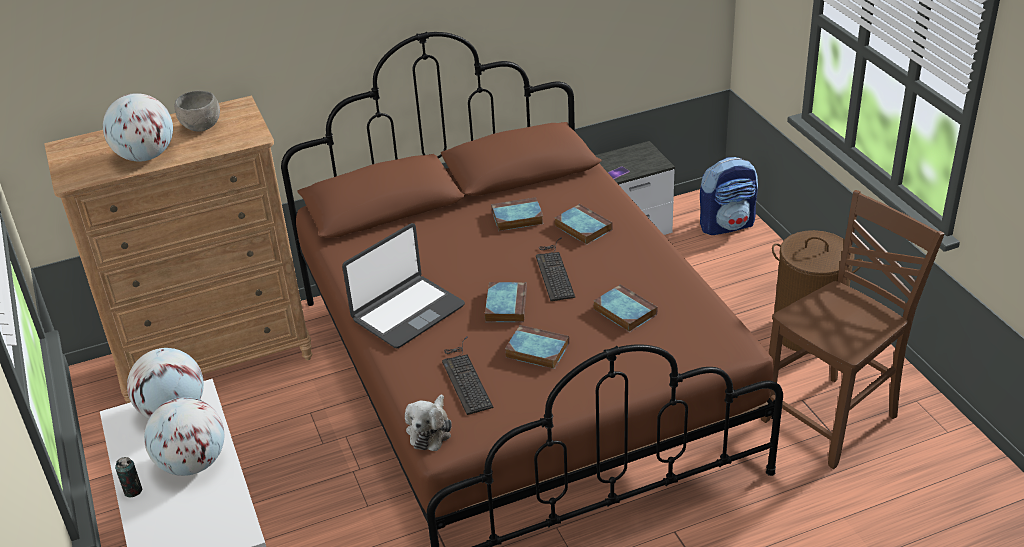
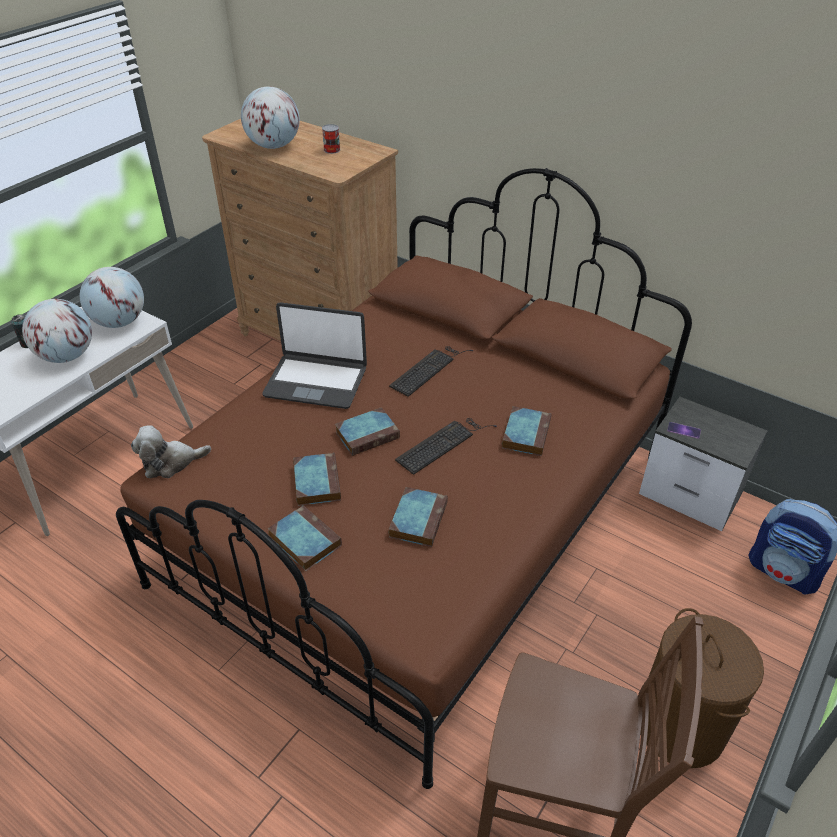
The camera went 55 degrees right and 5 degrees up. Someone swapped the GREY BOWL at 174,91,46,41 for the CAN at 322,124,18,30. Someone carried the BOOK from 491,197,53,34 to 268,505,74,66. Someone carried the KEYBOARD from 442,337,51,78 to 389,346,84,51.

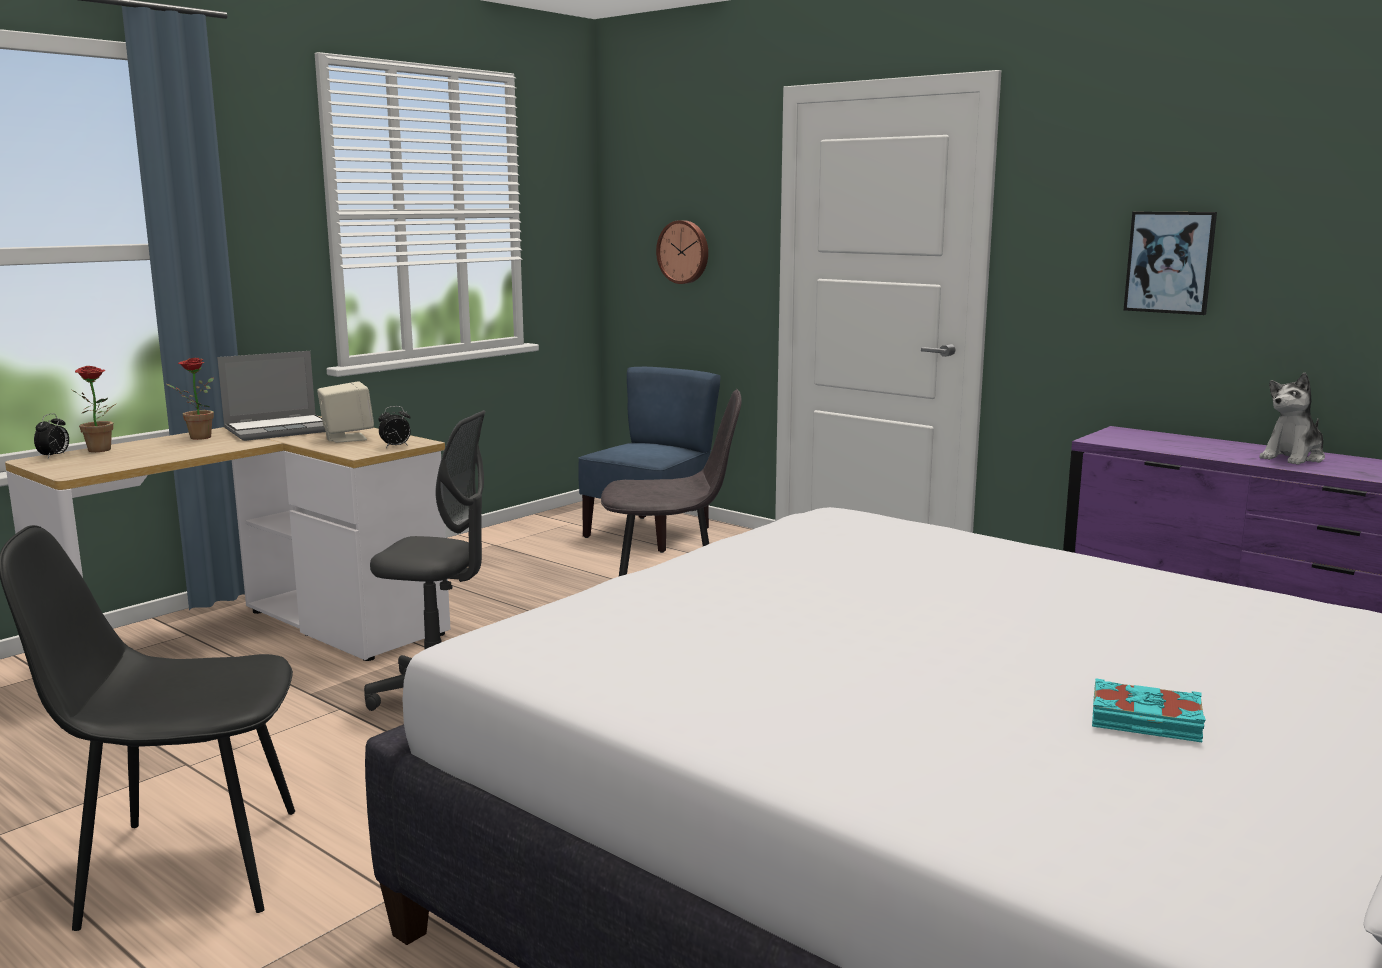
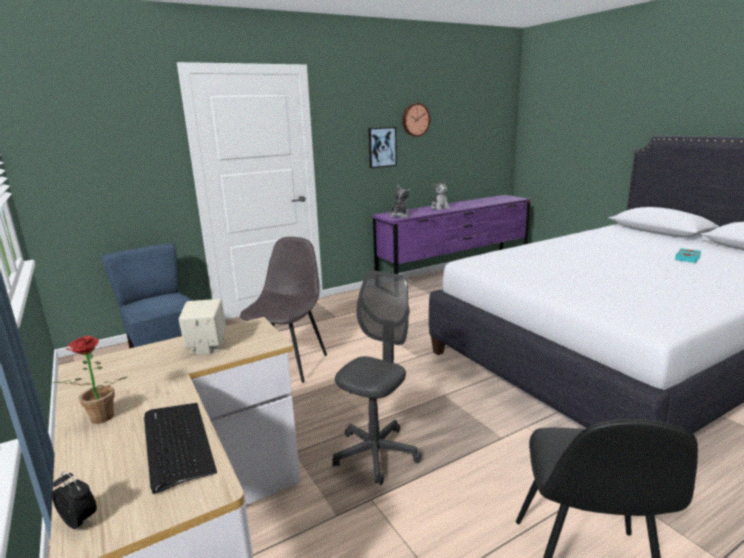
The camera went 70 degrees left and 5 degrees up. Someone carried the WALL CLOCK from 656,220,52,64 to 402,103,28,34. Someone took away the LAPTOP at 217,351,109,90. Someone took away the POTTED PLANT at 72,366,44,86. Someone took away the ALARM CLOCK at 378,406,32,42. Someone put down the PLUSH TOY at 390,185,20,33. Someone put down the KEYBOARD at 144,403,73,91.

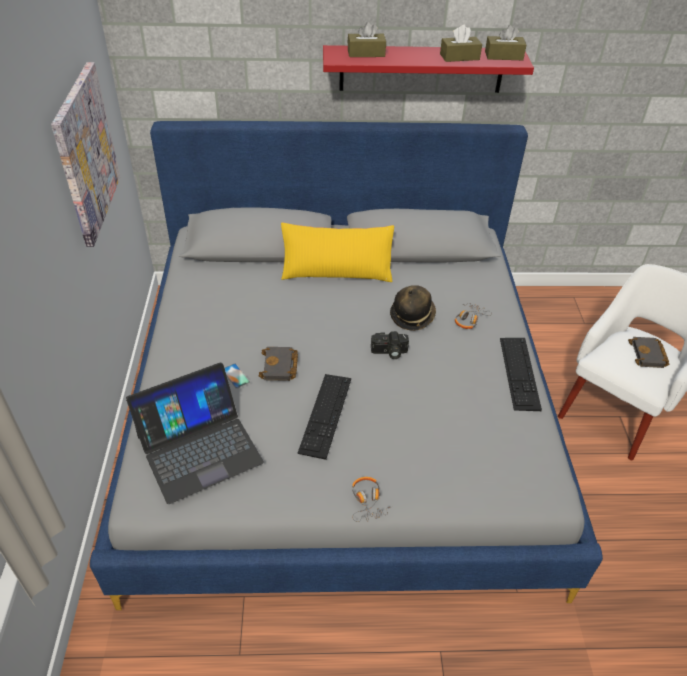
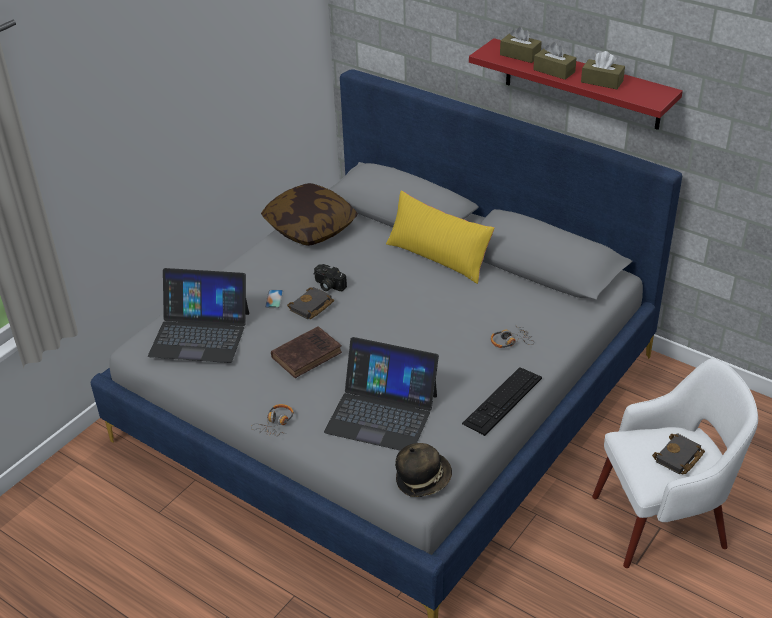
The camera went 40 degrees right and 5 degrees down. Someone carried the BROWN TISSUE BOX from 485,25,41,35 to 533,42,43,38. Someone took away the PICTURE at 51,62,69,185. Someone carried the HAT from 390,285,46,46 to 395,443,57,54. Someone carried the PHOTO CAMERA from 371,331,38,28 to 314,264,33,27. Someone swapped the KEYBOARD at 297,374,54,86 for the BROWN BOOK at 271,326,71,52. Someone put down the PILLOW at 261,183,97,63. Someone put down the LAPTOP at 324,337,115,114.

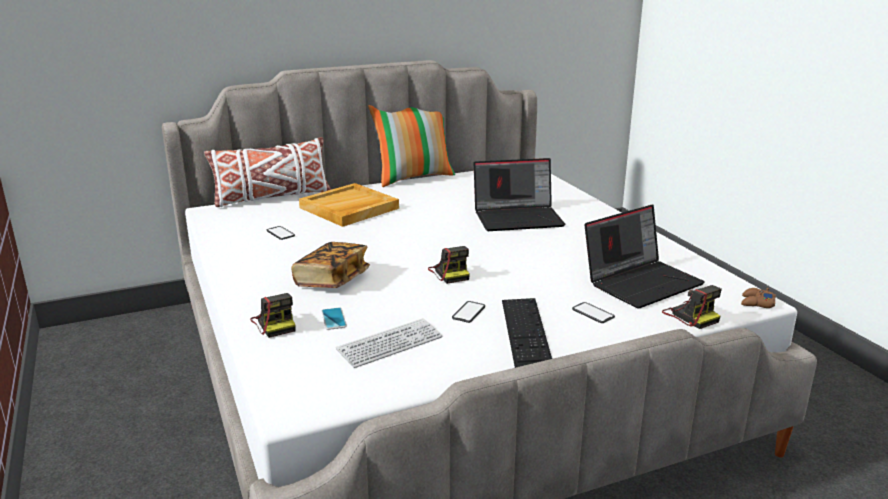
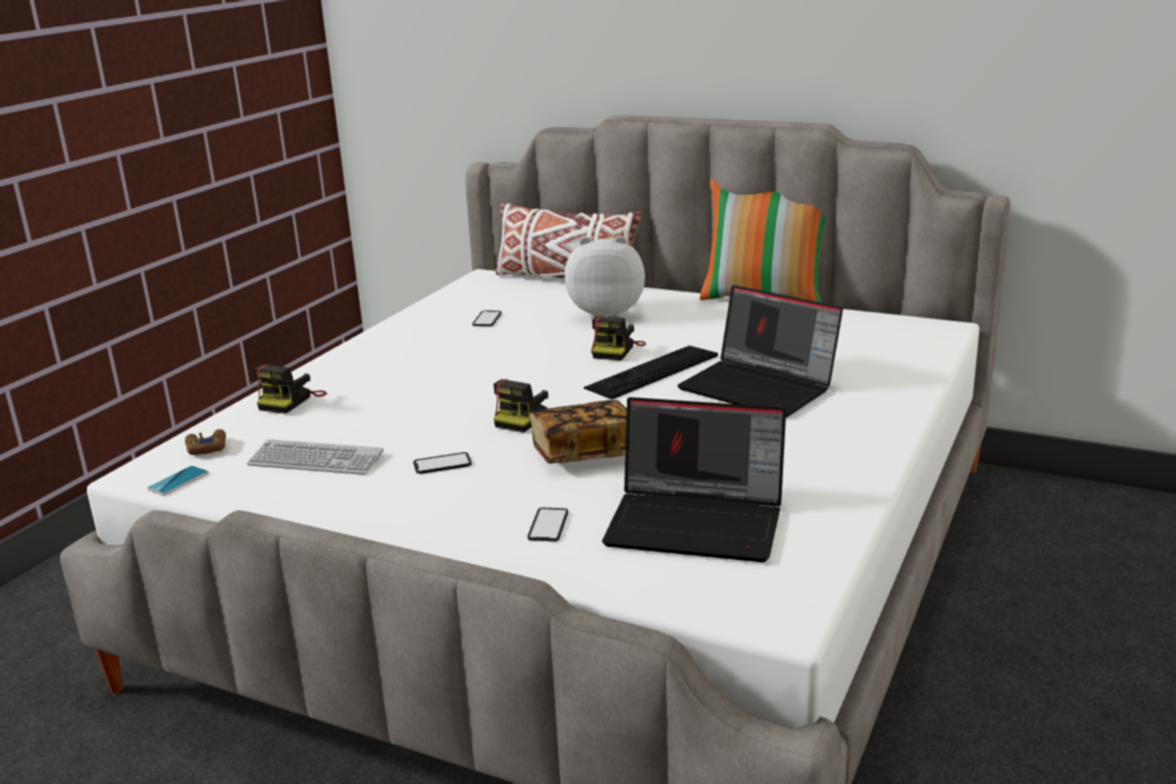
The camera went 50 degrees right and 0 degrees up. Someone swapped the BEIGE TRAY at 299,183,100,44 for the PLUSH TOY at 565,236,80,83. Someone carried the BOOK from 291,242,79,46 to 530,400,97,64. Someone carried the PHOTO CAMERA from 662,285,60,44 to 591,315,55,46. Someone carried the BROWN GAME CONTROLLER from 741,288,35,20 to 185,429,41,26. Someone carried the KEYBOARD from 502,298,50,70 to 584,346,134,54. Someone carried the PHONE from 321,307,26,23 to 147,466,62,30.

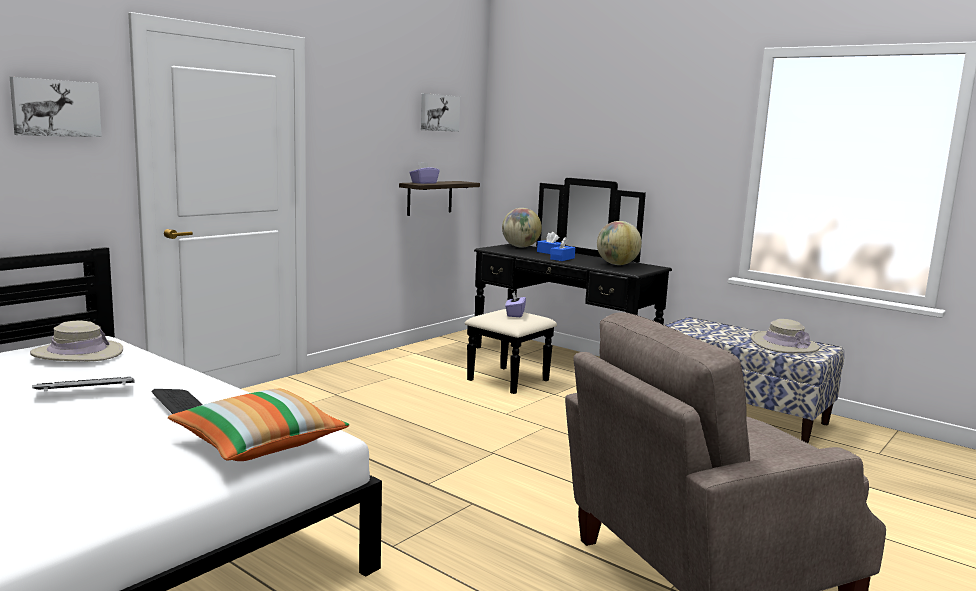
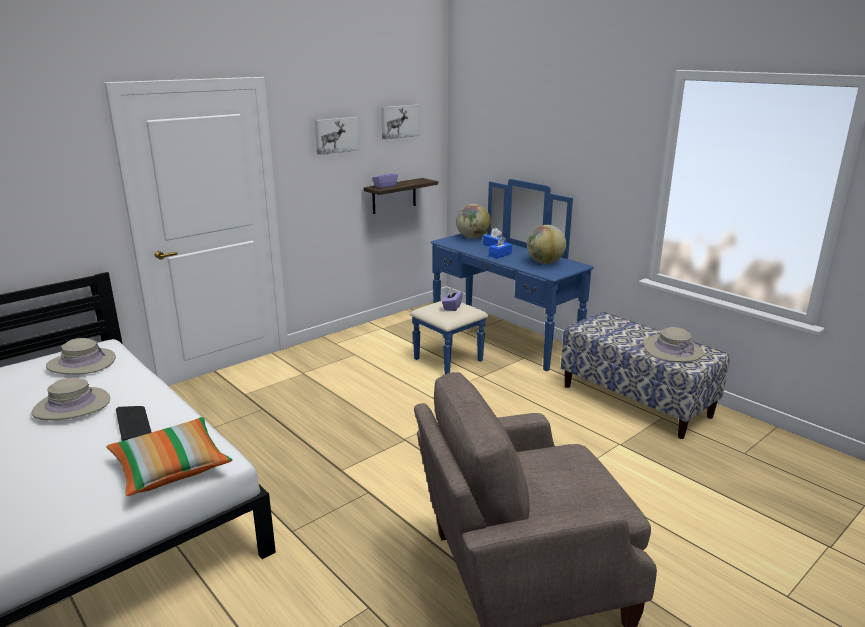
The camera went 10 degrees right and 10 degrees up. Someone carried the PICTURE from 10,77,92,60 to 315,117,44,38. Someone repainted the BLACK DRESSER at 465,178,207,216, which became the BLUE DRESSER at 410,179,184,195. Someone swapped the KEYBOARD at 32,377,103,14 for the BEIGE HAT at 31,377,79,43.

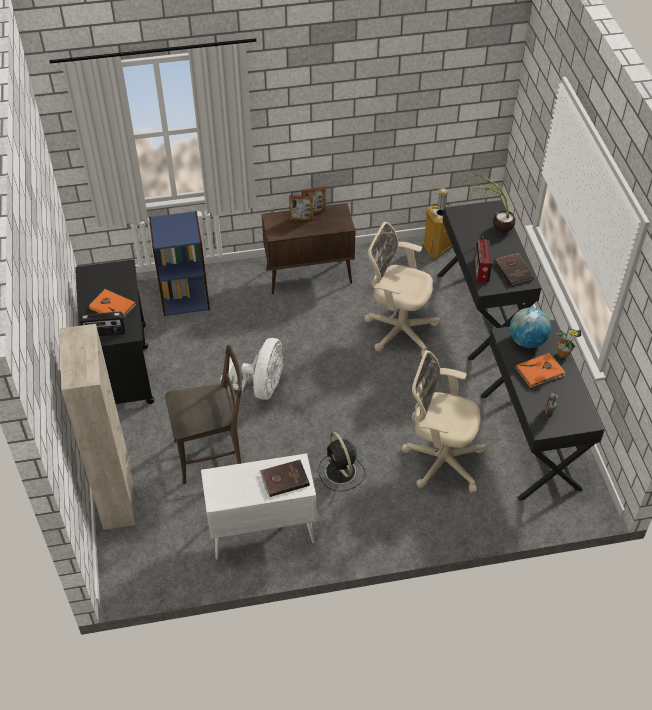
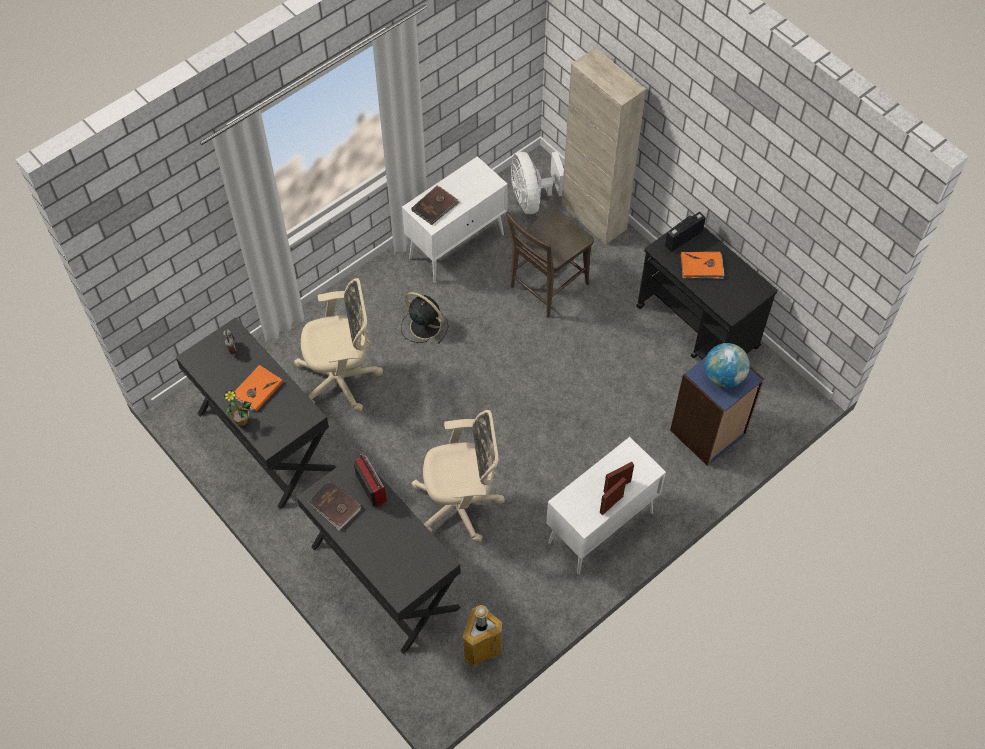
The camera went 150 degrees right and 10 degrees up. Someone took away the POTTED PLANT at 467,171,48,66. Someone repainted the BROWN CABINET at 262,203,94,92, which became the WHITE CABINET at 546,437,120,137. Someone carried the GLOBE from 510,307,41,41 to 705,343,45,45. Someone carried the WHITE FAN from 220,338,63,62 to 511,152,53,62.

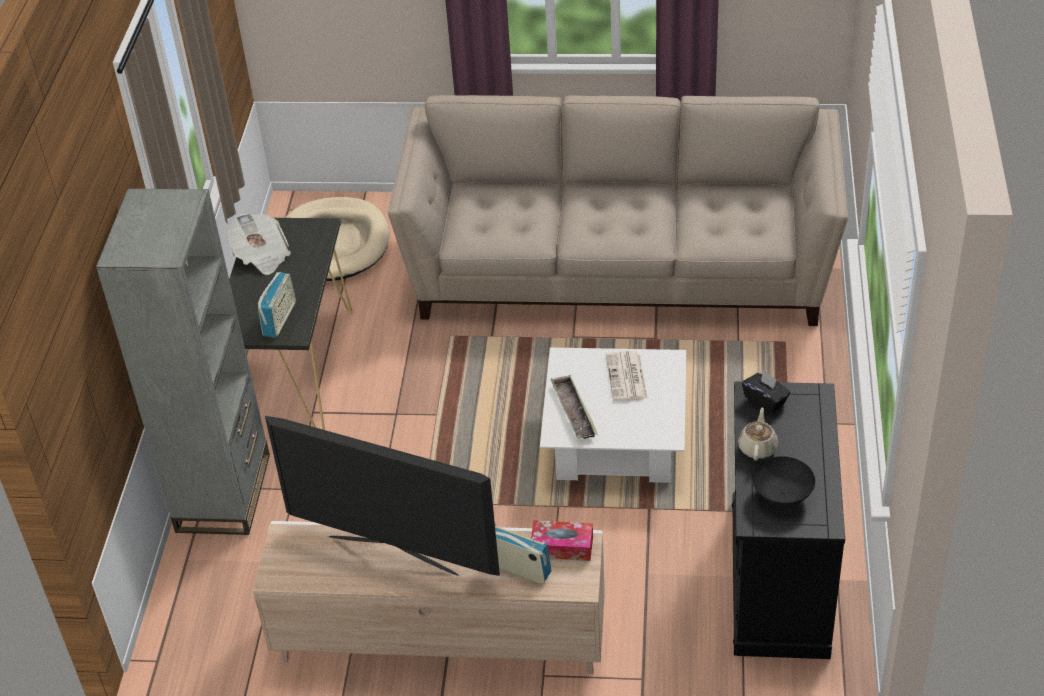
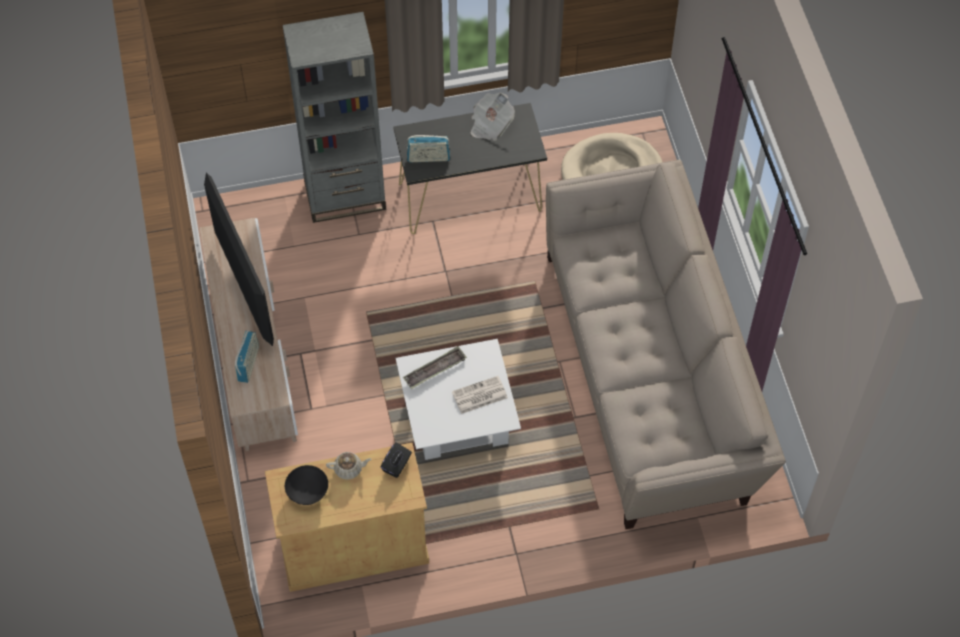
The camera went 70 degrees right and 15 degrees up. Someone repainted the BLACK CABINET at 732,382,113,277, which became the BEIGE CABINET at 265,443,164,149. Someone rotated the TELEVISION at 265,416,235,160 by 150 degrees clockwise. Someone took away the TISSUE BOX at 531,520,62,41.

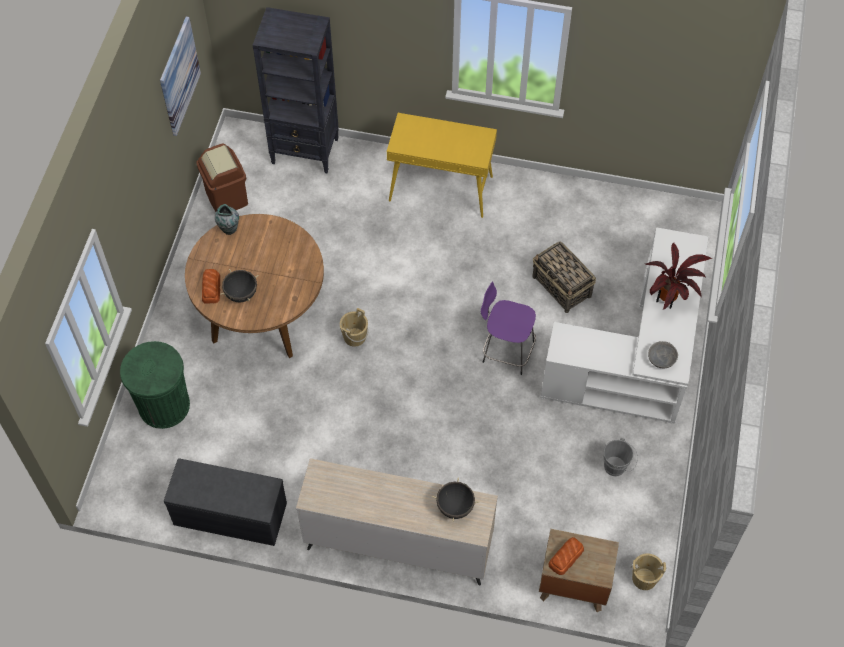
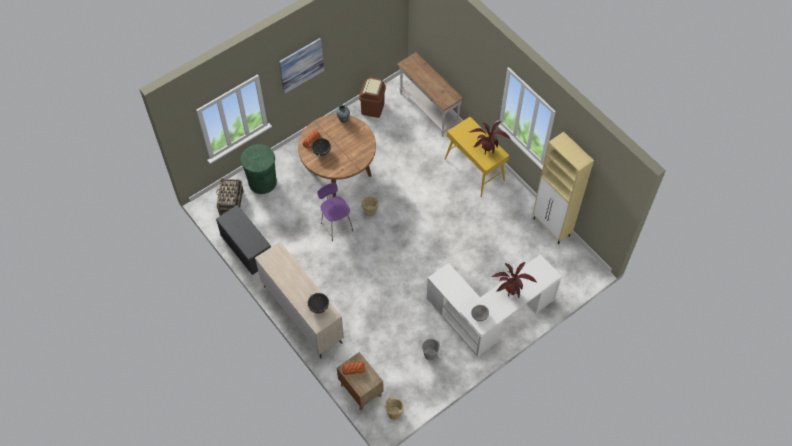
The camera went 40 degrees right and 0 degrees up. Someone swapped the BLACK BOOKCASE at 252,7,87,166 for the WHITE CONSOLE TABLE at 397,52,66,85. Someone carried the PICTURE from 160,17,41,119 to 279,38,45,56. Someone carried the BASKET from 533,242,63,71 to 216,178,28,38. Someone carried the PURPLE STOOL from 481,281,55,94 to 317,183,36,58. Someone put down the POTTED PLANT at 470,121,40,33. Someone put down the BEIGE CABINET at 533,132,61,112.

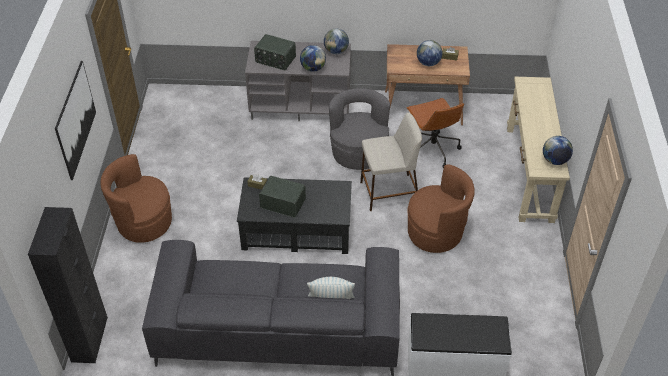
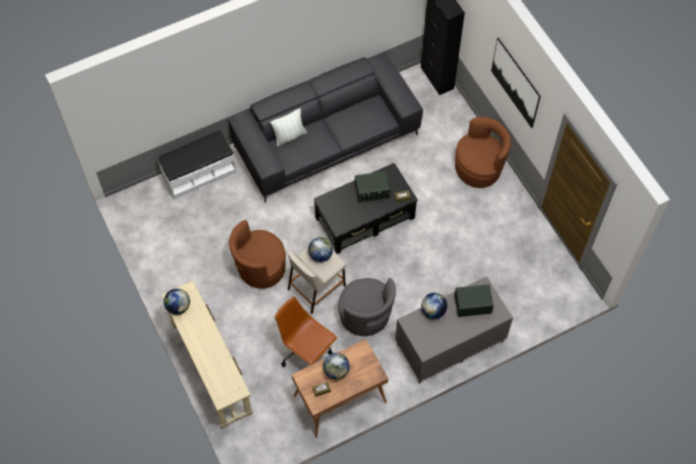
The camera went 150 degrees right and 15 degrees up. Someone carried the GLOBE from 324,28,25,26 to 308,237,25,25.

